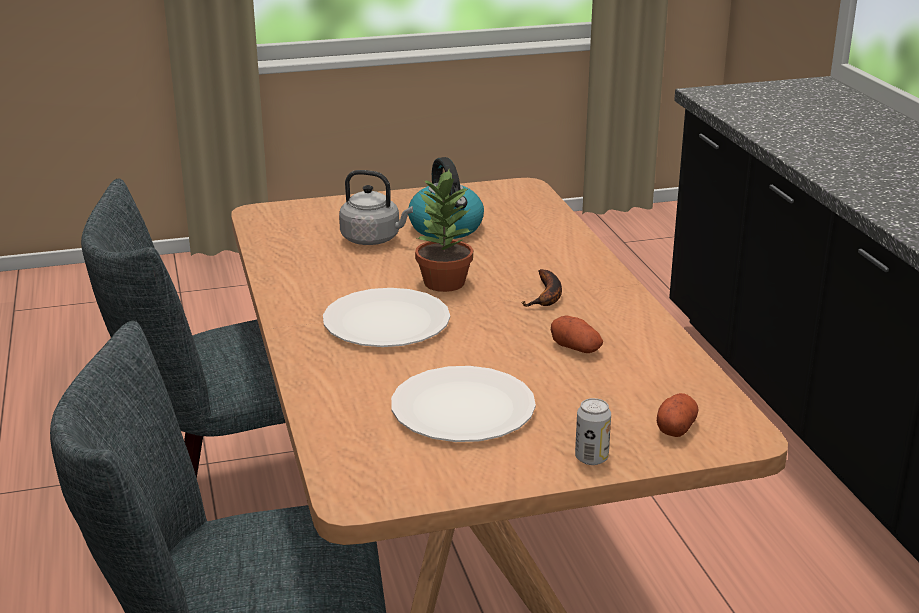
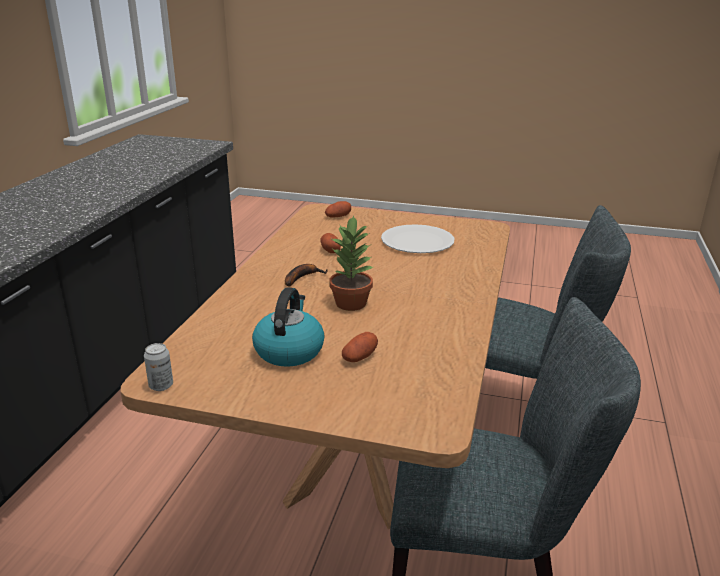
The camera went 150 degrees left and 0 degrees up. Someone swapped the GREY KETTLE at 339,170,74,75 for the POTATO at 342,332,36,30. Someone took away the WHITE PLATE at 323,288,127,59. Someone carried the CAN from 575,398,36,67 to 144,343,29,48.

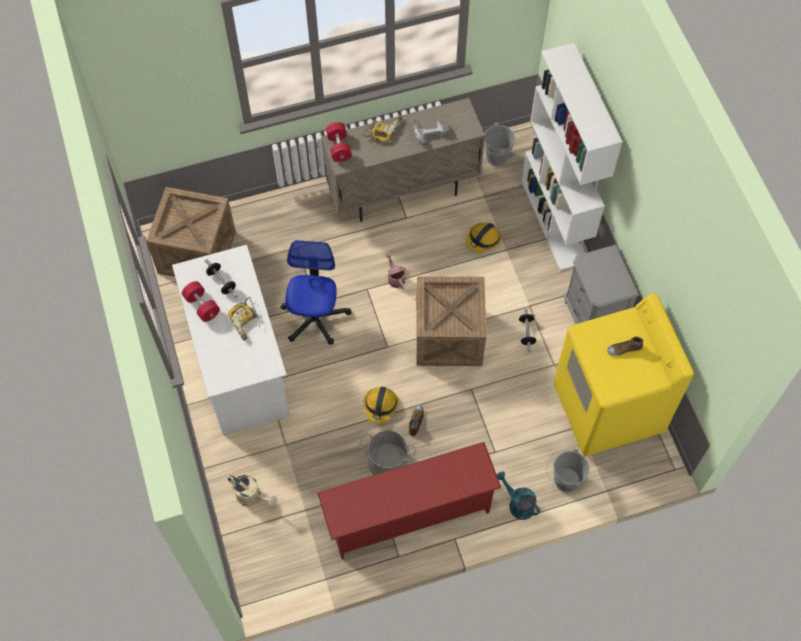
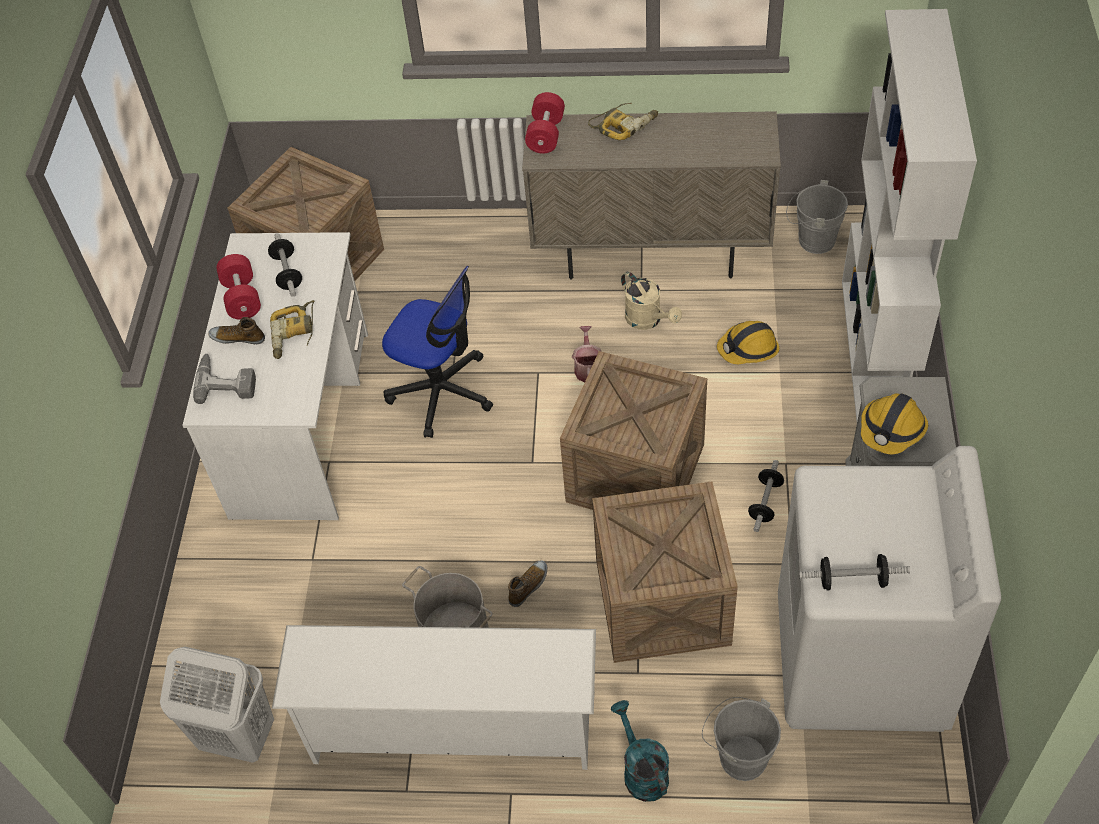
The camera went 25 degrees right and 10 degrees down. Someone carried the POWER DRILL from 411,118,39,28 to 193,353,63,51. Someone rotated the OFFICE CHAIR at 280,240,72,105 by 90 degrees clockwise. Someone repainted the YELLOW WASHING MACHINE at 553,293,141,163, which became the WHITE WASHING MACHINE at 778,446,223,286. Someone carried the SHOE from 607,337,36,19 to 208,317,57,27. Someone carried the HARD HAT from 364,387,35,36 to 861,393,67,61. Someone repainted the RED SHOE RACK at 317,442,184,117, which became the WHITE SHOE RACK at 272,625,324,145. Someone carried the BEIGE WATERING CAN from 228,475,49,31 to 621,271,61,59. Someone put down the CRATE at 592,481,146,182. Someone put down the DUMBBELL at 799,554,111,37. Someone put down the WHITE LAUNDRY BASKET at 160,647,114,116.

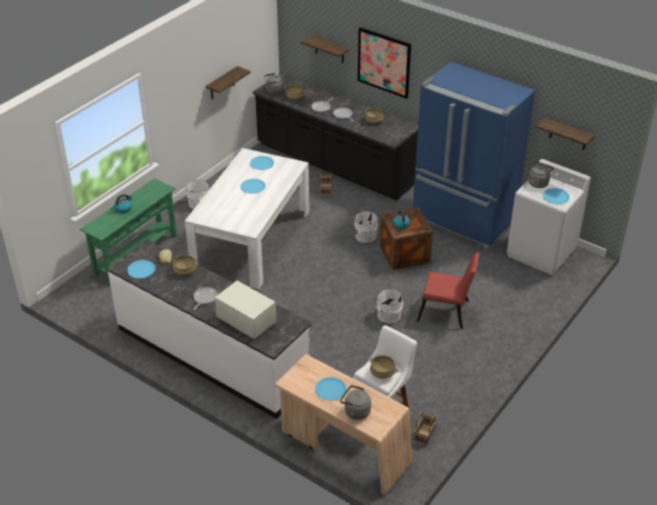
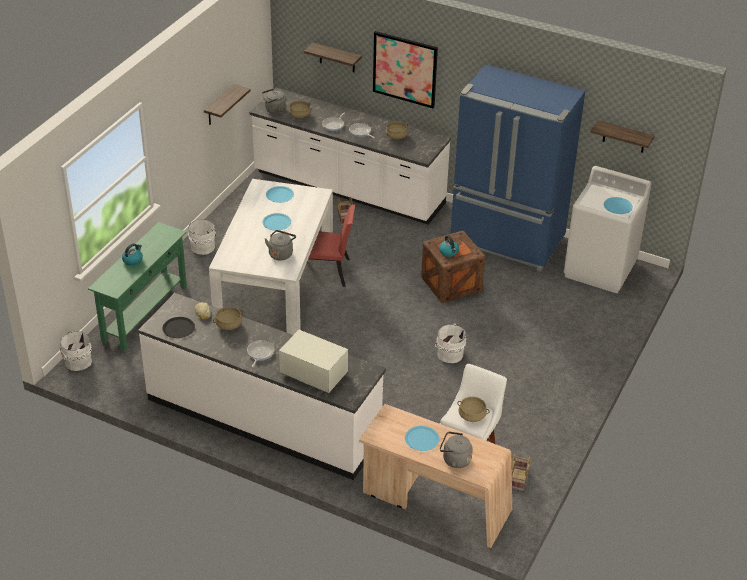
The camera went 10 degrees left and 0 degrees up. Someone repainted the BLACK COUNTER at 253,73,165,127, which became the WHITE COUNTER at 249,88,202,137. Someone carried the GREY KETTLE from 526,162,28,26 to 265,230,31,30. Someone carried the WHITE BUCKET from 353,210,25,33 to 60,331,32,40. Someone carried the RED CHAIR from 417,252,63,77 to 308,204,47,83. Someone repainted the BLUE PLATE at 127,260,29,19, which became the BLACK PLATE at 162,317,33,21.

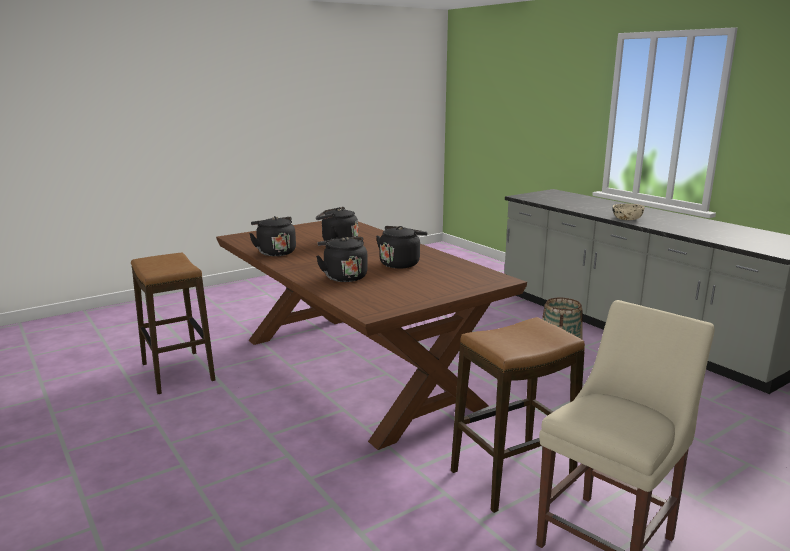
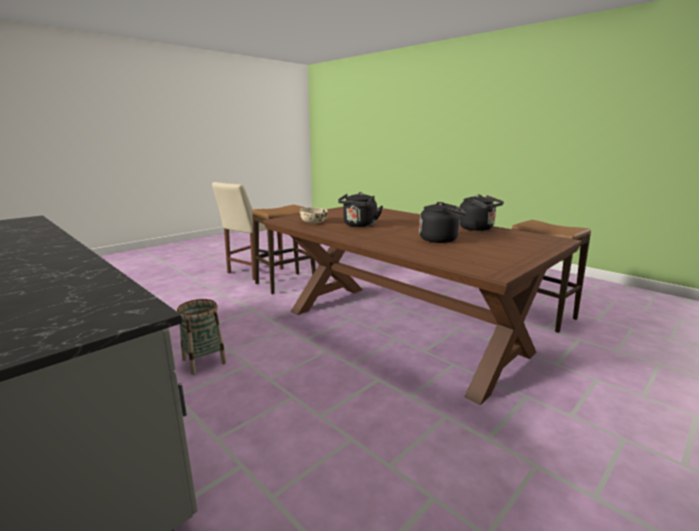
The camera went 170 degrees right and 0 degrees up. Someone carried the BEIGE BOWL from 613,204,31,16 to 300,207,28,16. Someone took away the BLACK KETTLE at 316,237,52,45.

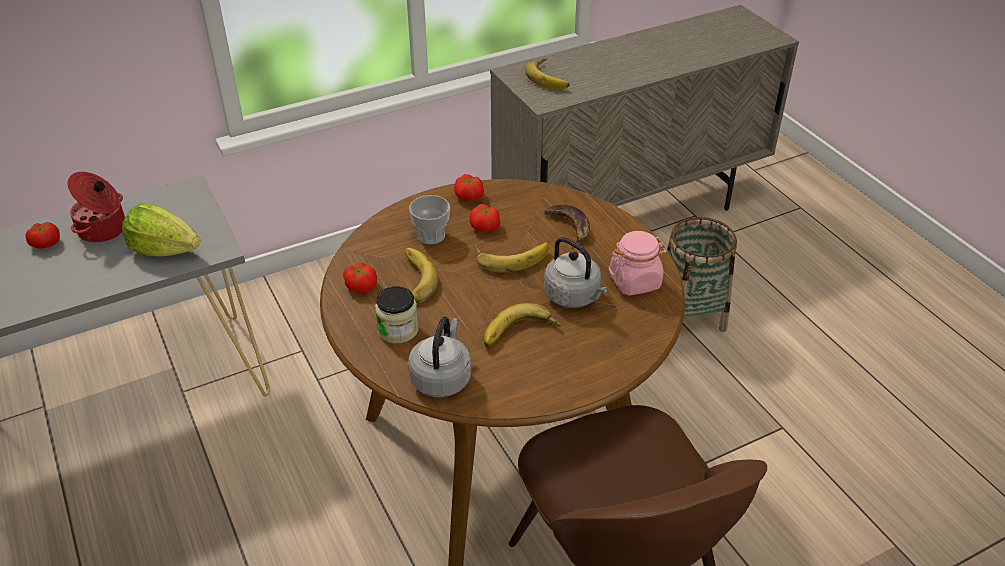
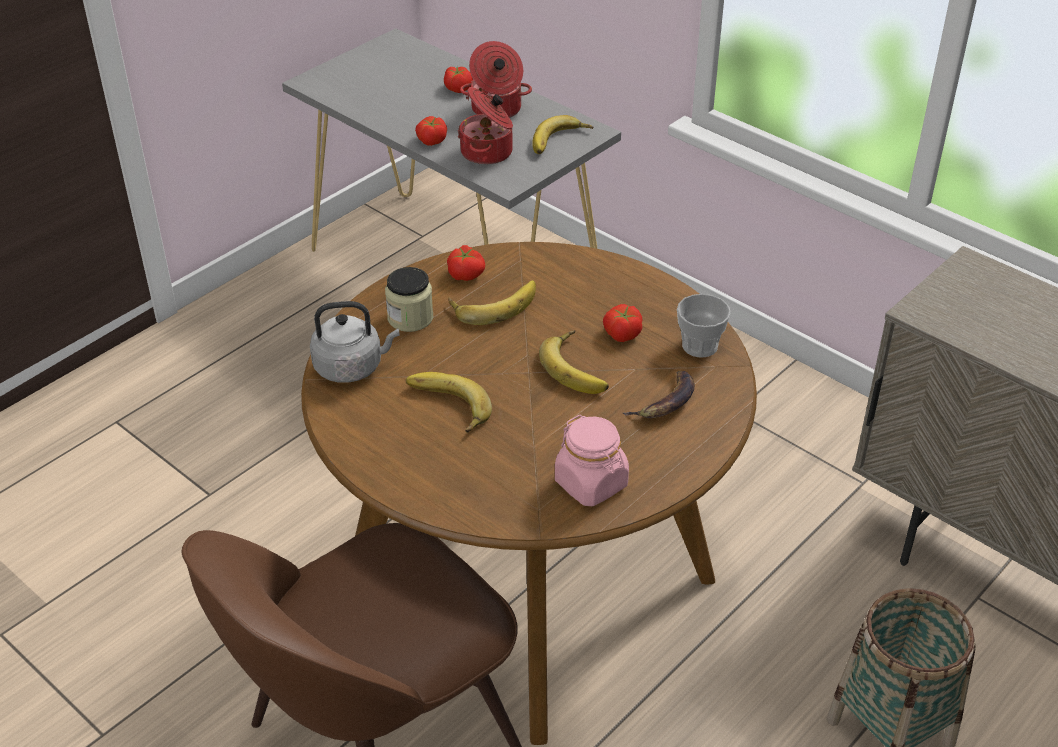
The camera went 70 degrees right and 0 degrees up. Someone carried the BANANA from 525,59,44,31 to 532,115,61,39. Someone carried the TOMATO from 454,174,30,27 to 415,116,32,30. Someone carried the CUP from 409,195,41,49 to 677,294,54,64. Someone swapped the LETTUCE at 122,203,78,54 for the COOKING POT at 458,87,55,78. Someone took away the GREY KETTLE at 544,237,64,71.

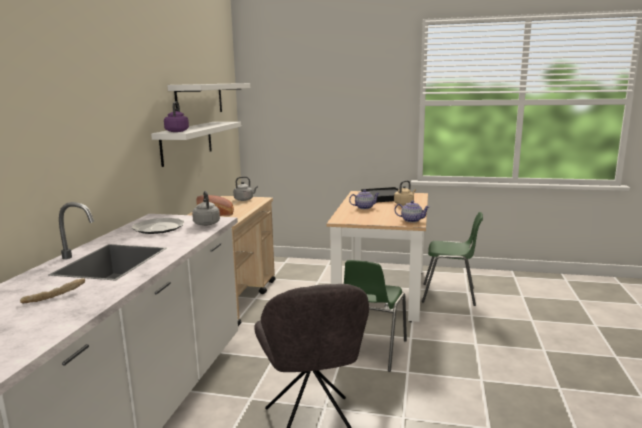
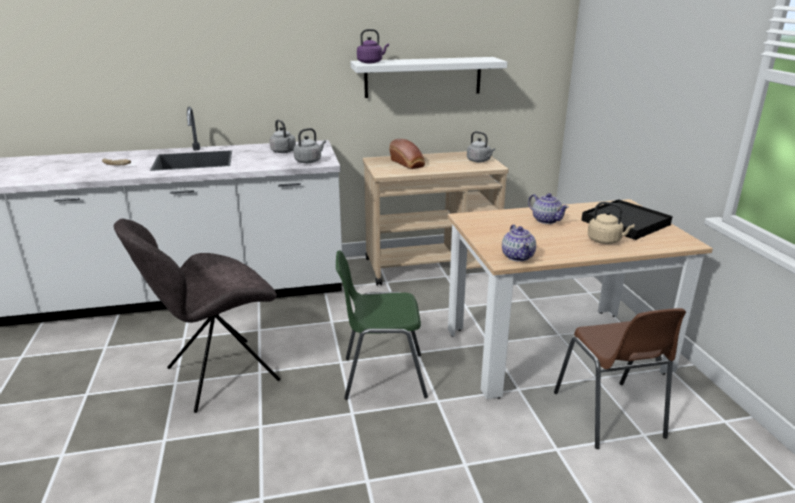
The camera went 65 degrees right and 10 degrees up. Someone took away the WHITE SHELF at 167,83,83,29. Someone repainted the GREEN CHAIR at 422,212,61,94, which became the BROWN CHAIR at 554,308,132,141. Someone swapped the PLATE at 131,218,54,16 for the GREY KETTLE at 270,120,26,33.

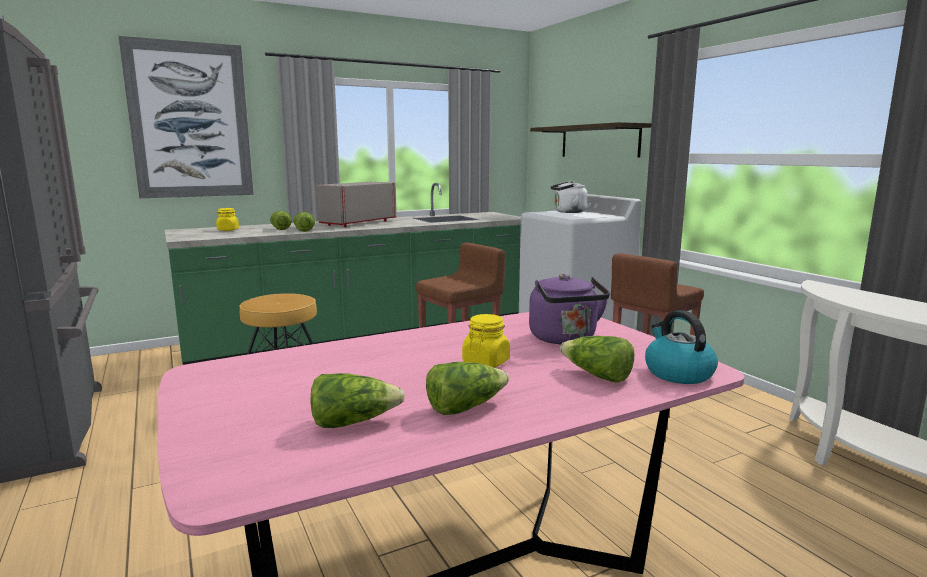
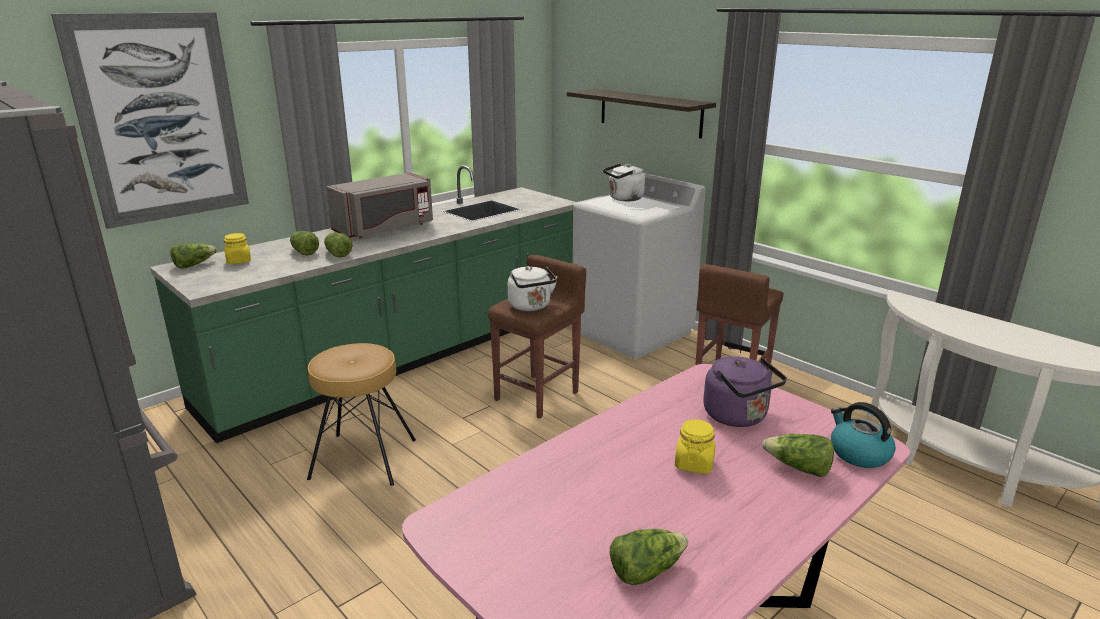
The camera went 15 degrees left and 10 degrees up. Someone rotated the GREY MICROWAVE at 316,182,80,45 by 150 degrees counterclockwise. Someone carried the LETTUCE from 426,362,83,53 to 171,243,46,26. Someone put down the WHITE KETTLE at 508,266,50,45.

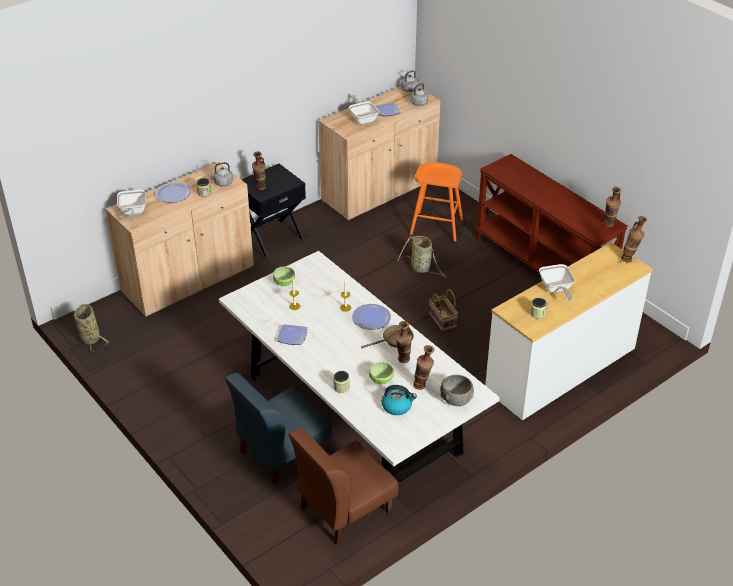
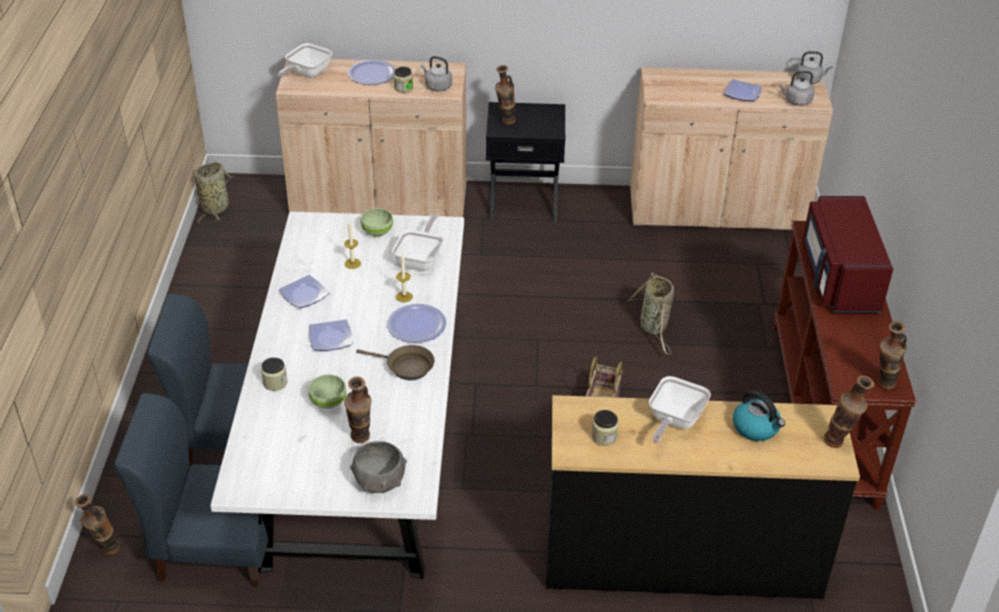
The camera went 40 degrees right and 0 degrees up. Someone carried the FRYING PAN from 349,95,30,29 to 392,214,52,57. Someone took away the ORANGE STOOL at 410,162,53,79. Someone repainted the WHITE DRESSER at 485,242,168,179, which became the BLACK DRESSER at 546,395,314,204. Someone carried the VASE from 396,321,16,42 to 75,494,45,61. Someone carried the KETTLE from 382,385,35,30 to 733,390,52,51. Someone repainted the BROWN CHAIR at 289,428,110,118, which became the BLUE CHAIR at 114,393,161,194. Someone put down the RED MICROWAVE at 802,196,91,117. Someone put down the PLATE at 309,320,43,31.

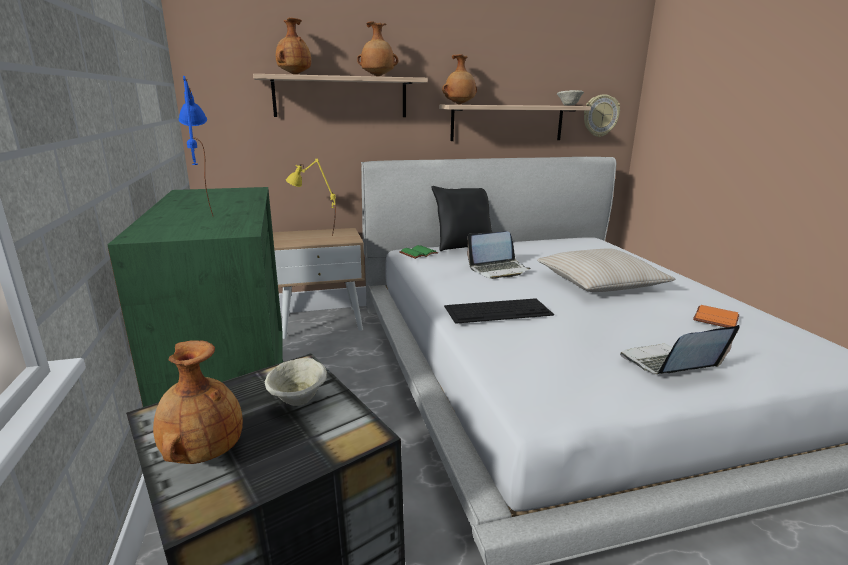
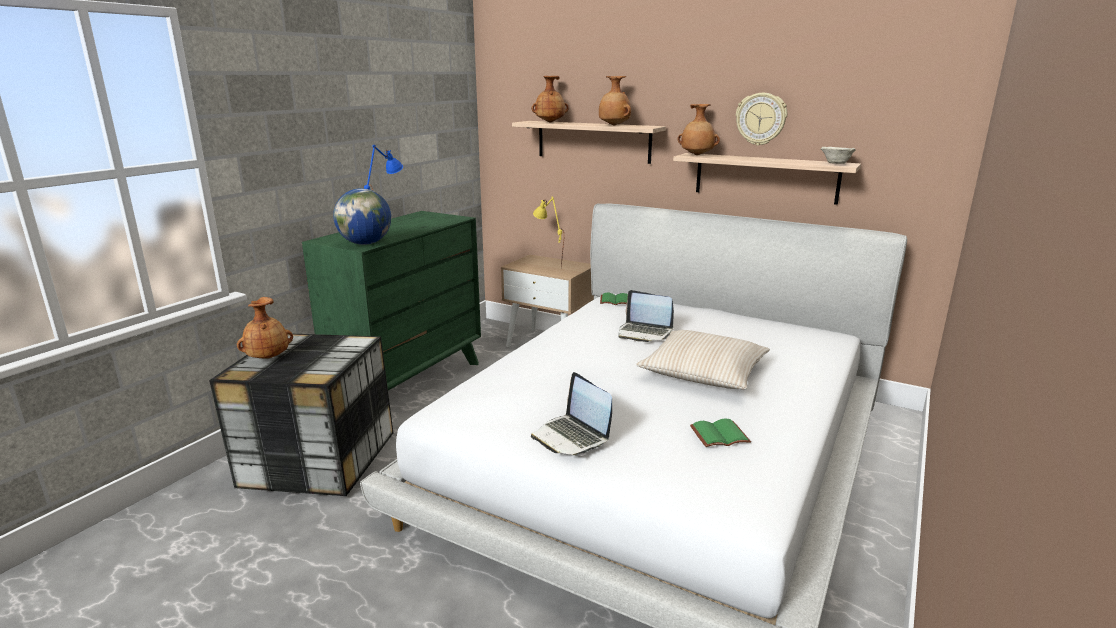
The camera went 45 degrees right and 0 degrees up. Someone carried the WALL CLOCK from 584,95,36,42 to 736,93,51,53. Someone took away the BLACK PILLOW at 431,186,62,65. Someone took away the KEYBOARD at 444,298,110,26. Someone repainted the ORANGE BOOK at 693,305,46,23, which became the GREEN BOOK at 690,418,61,29. Someone rotated the LAPTOP at 620,325,120,49 by 150 degrees counterclockwise. Someone took away the BEIGE BOWL at 265,358,62,48. Someone put down the GLOBE at 333,188,58,57.

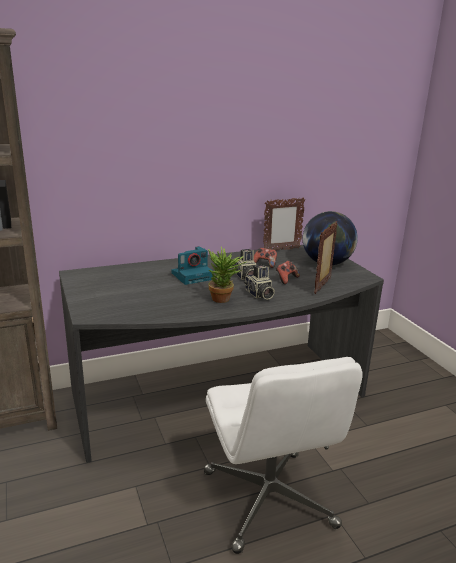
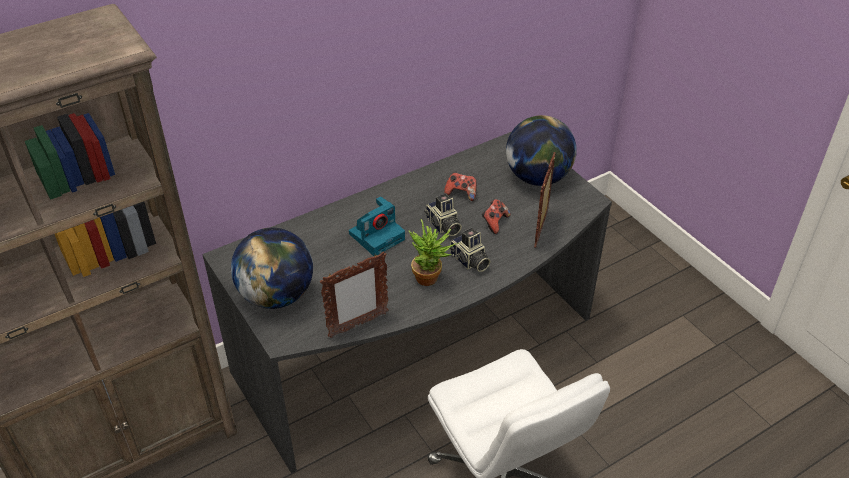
The camera went 10 degrees left and 20 degrees up. Someone carried the PICTURE FRAME from 263,197,42,53 to 320,252,69,86. Someone put down the GLOBE at 231,228,82,81.

